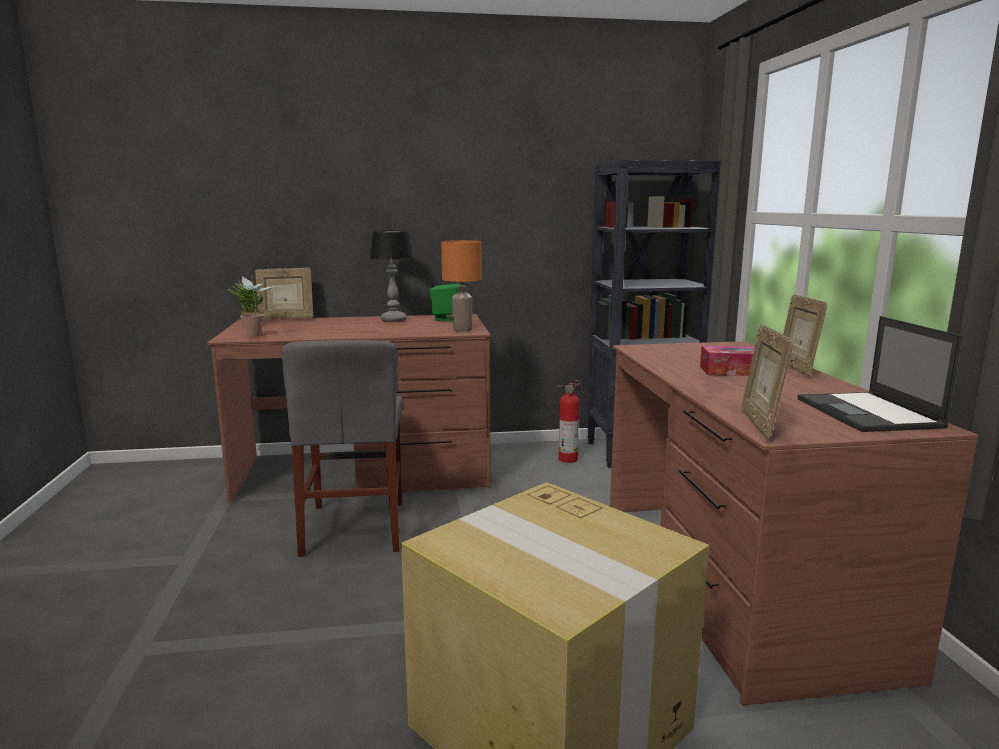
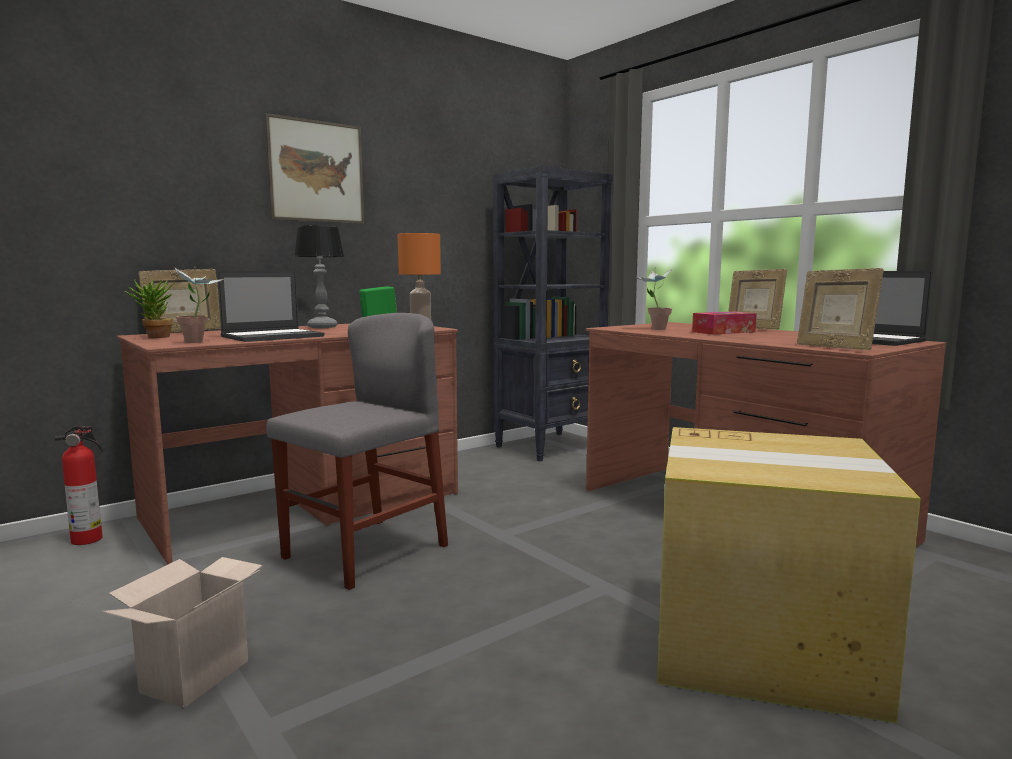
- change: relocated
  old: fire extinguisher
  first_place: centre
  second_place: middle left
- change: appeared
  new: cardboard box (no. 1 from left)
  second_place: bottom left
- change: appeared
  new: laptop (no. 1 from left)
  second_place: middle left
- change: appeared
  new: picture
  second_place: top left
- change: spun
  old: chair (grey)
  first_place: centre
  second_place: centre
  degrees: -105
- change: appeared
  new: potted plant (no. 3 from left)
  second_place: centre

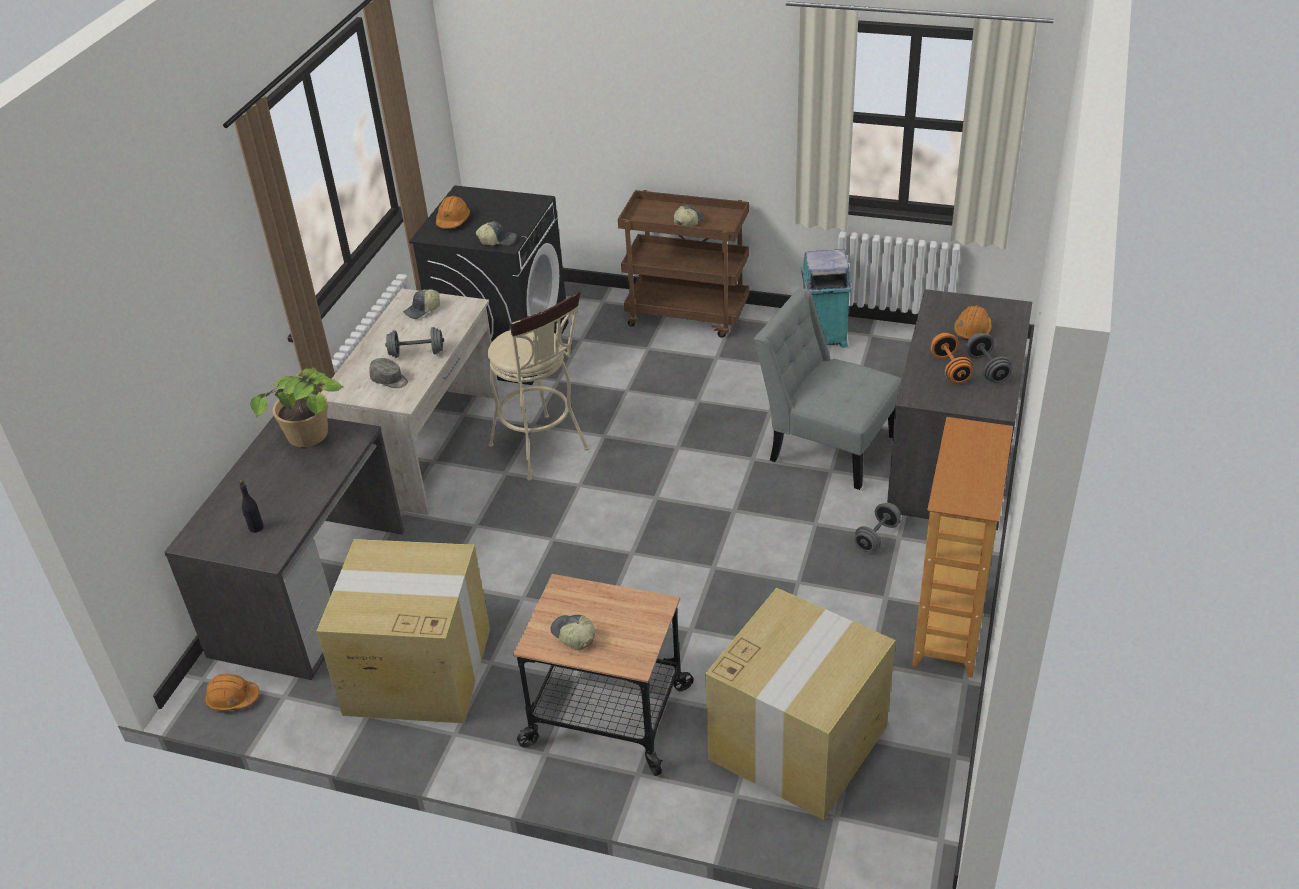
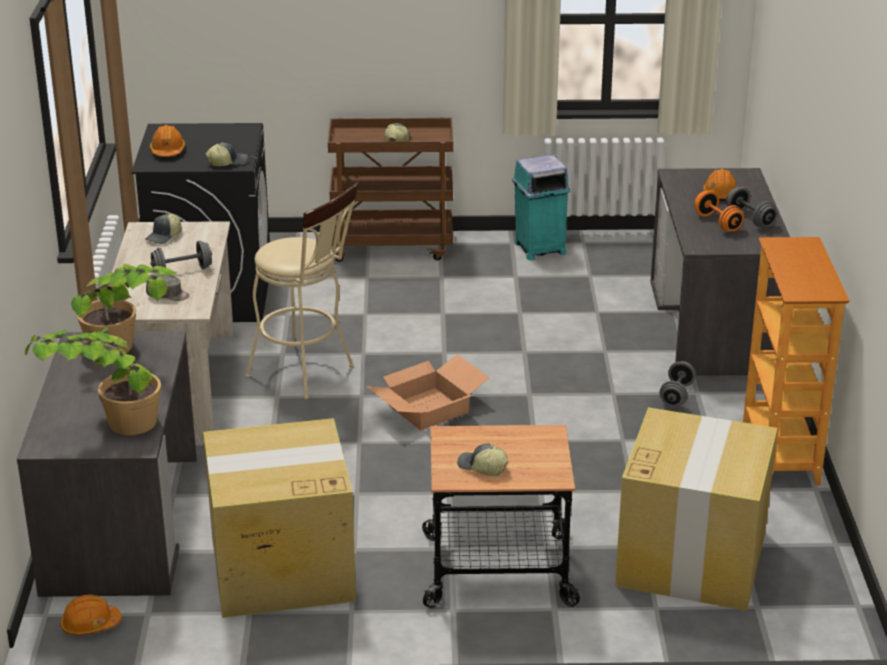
- change: exchanged
  old: bottle (black)
  new: potted plant (no. 1 from left)
  first_place: middle left
  second_place: middle left
- change: appeared
  new: cardboard box (no. 2 from left)
  second_place: centre
- change: missing
  old: chair (grey)
  first_place: centre

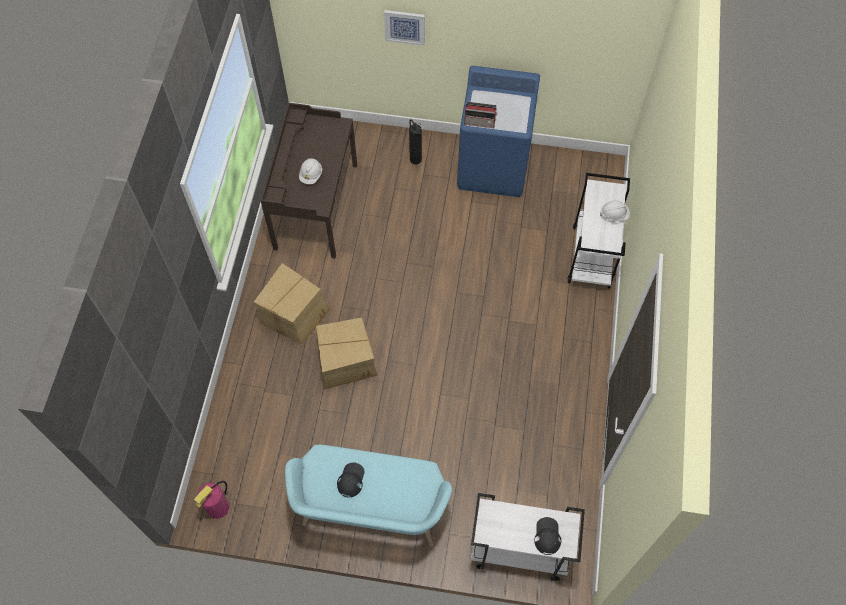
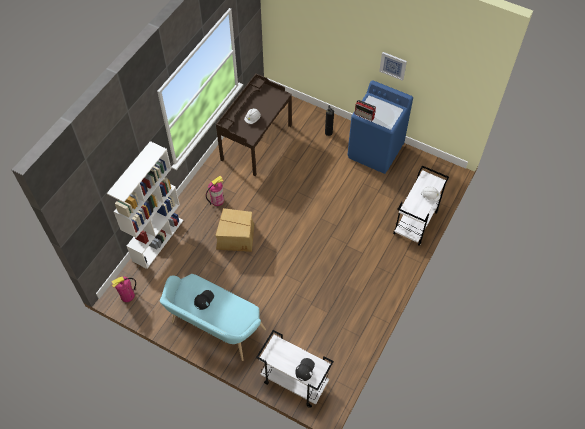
- change: appeared
  new: bookcase (white)
  second_place: middle left
- change: exchanged
  old: cardboard box (no. 1 from left)
  new: fire extinguisher (no. 2 from left)
  first_place: centre
  second_place: centre
- change: relocated
  old: picture
  first_place: top centre
  second_place: top right

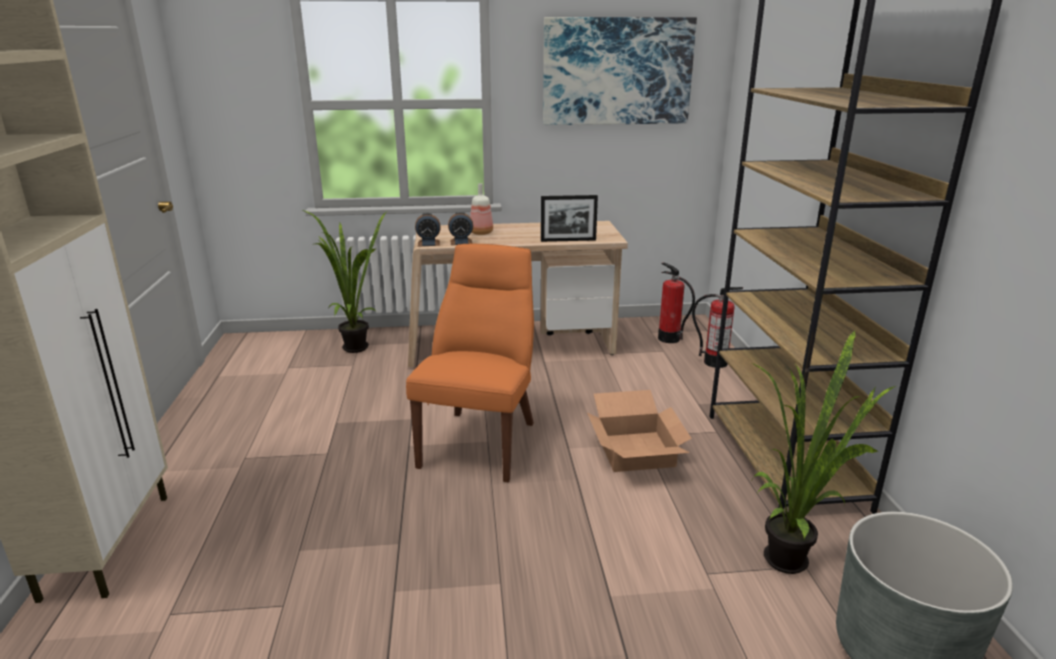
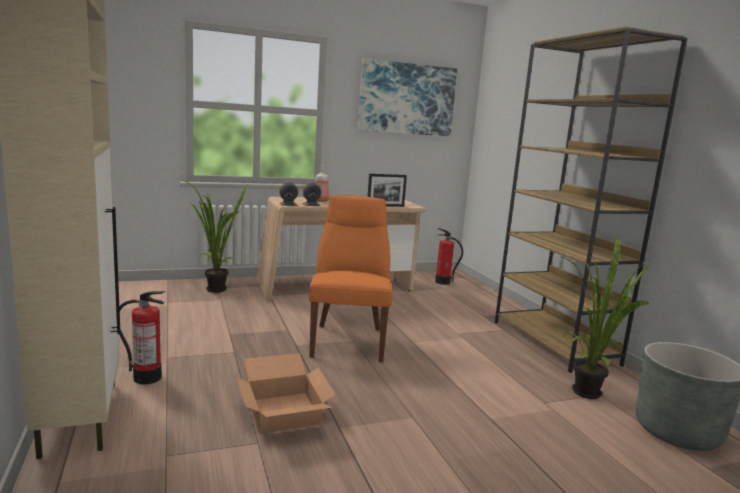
- change: relocated
  old: fire extinguisher (no. 2 from left in the first image)
  new: fire extinguisher (no. 1 from left)
  first_place: middle right
  second_place: bottom left
- change: relocated
  old: cardboard box
  first_place: centre
  second_place: bottom centre

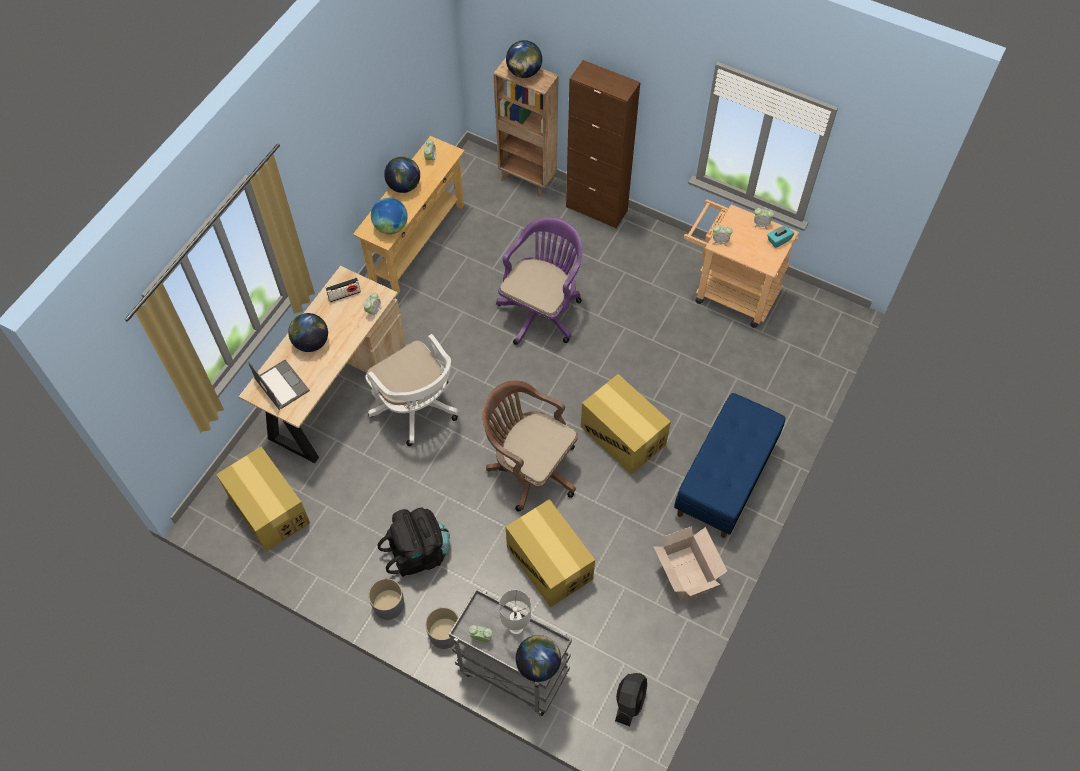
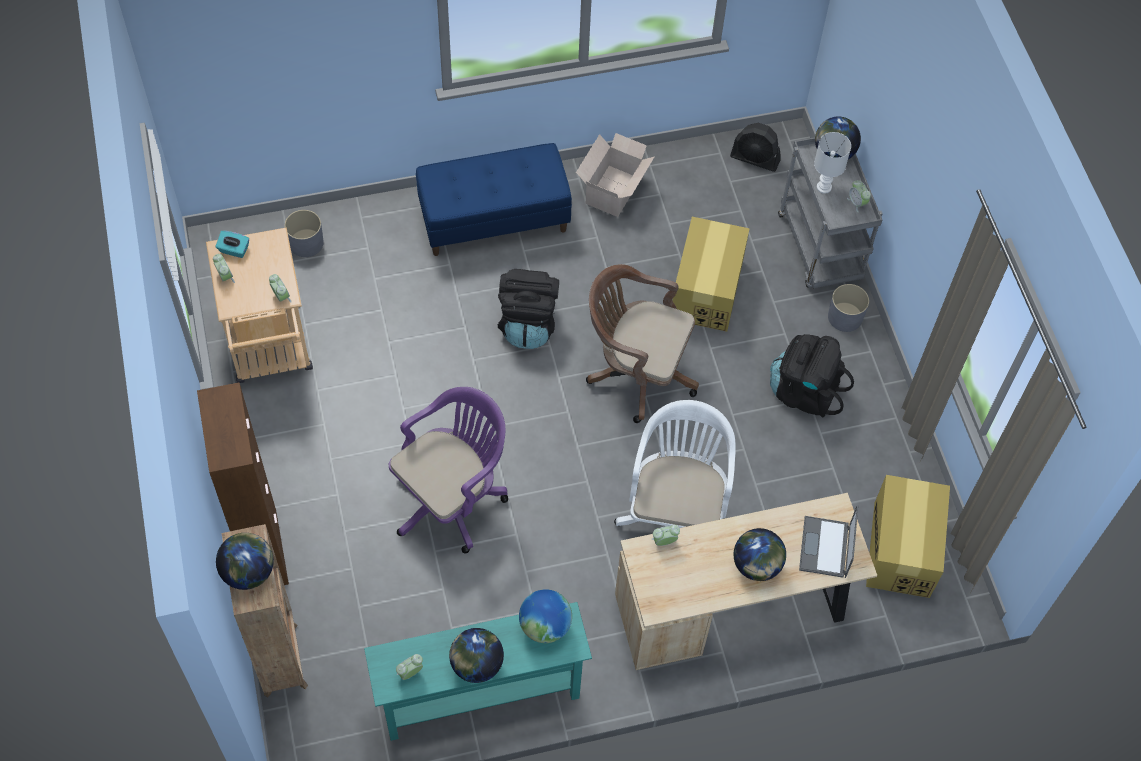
- change: relocated
  old: planter (grey) (no. 1 from left)
  first_place: bottom centre
  second_place: top left
- change: colour
  old: console table (beige)
  new: console table (turquoise)
  first_place: top centre
  second_place: bottom centre
- change: spun
  old: office chair (purple)
  first_place: centre
  second_place: centre
  degrees: 150
- change: exchanged
  old: cardboard box (no. 3 from left)
  new: backpack (black) (no. 1 from left)
  first_place: centre
  second_place: centre
- change: spun
  old: office chair (brown)
  first_place: centre
  second_place: centre
  degrees: 120
- change: spun
  old: fan (black)
  first_place: bottom centre
  second_place: top centre
  degrees: -135
- change: missing
  old: radio
  first_place: middle left

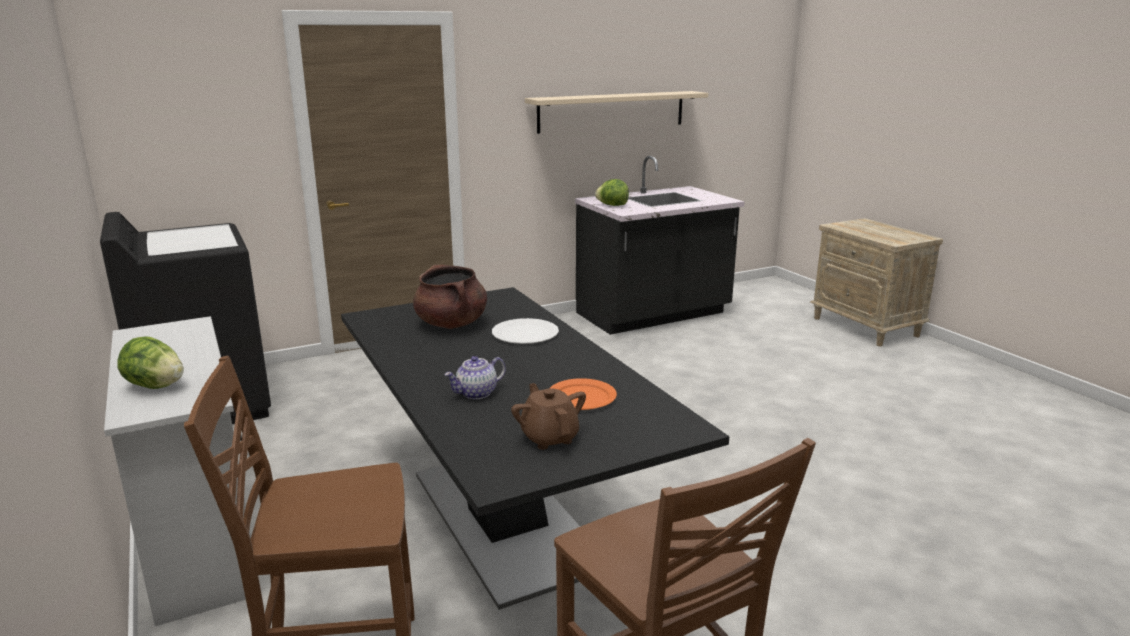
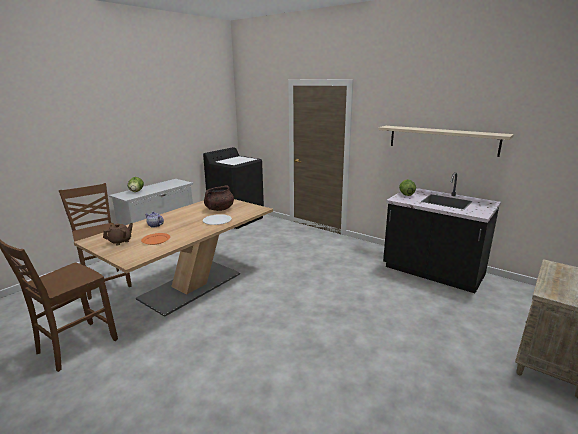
- change: colour
  old: dining table (black)
  new: dining table (beige)
  first_place: bottom centre
  second_place: middle left

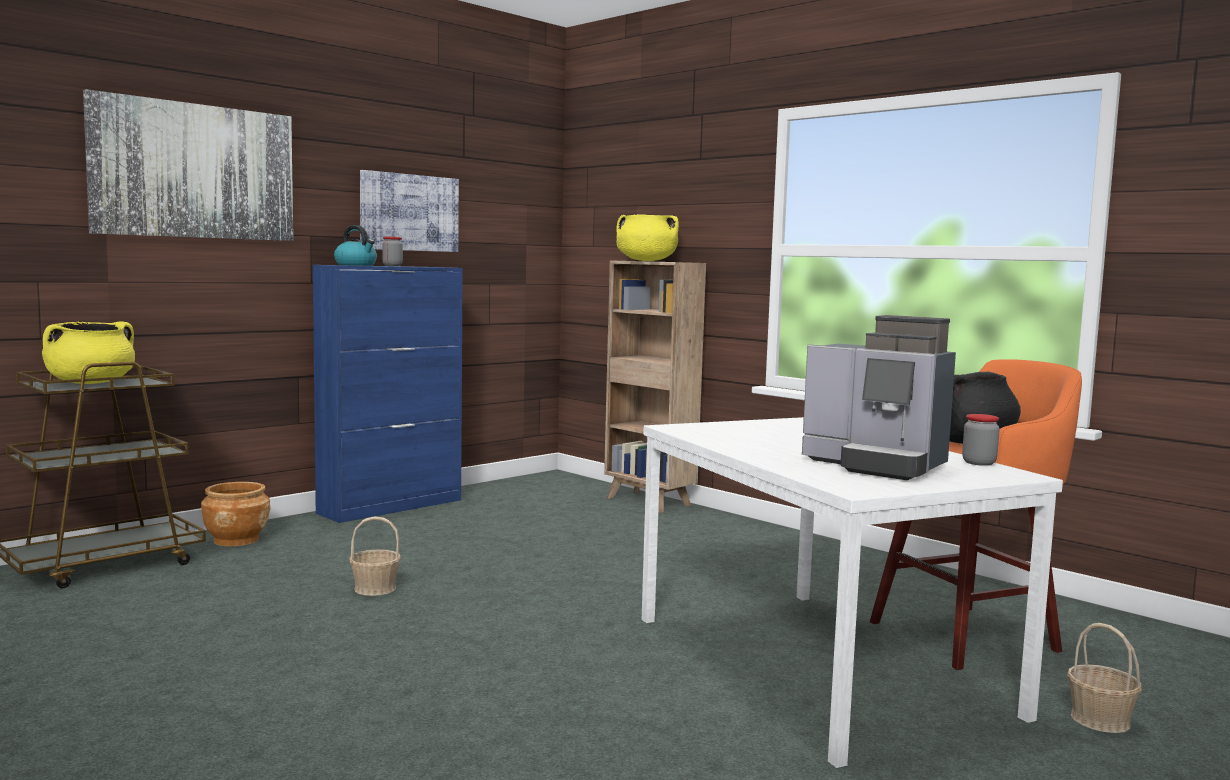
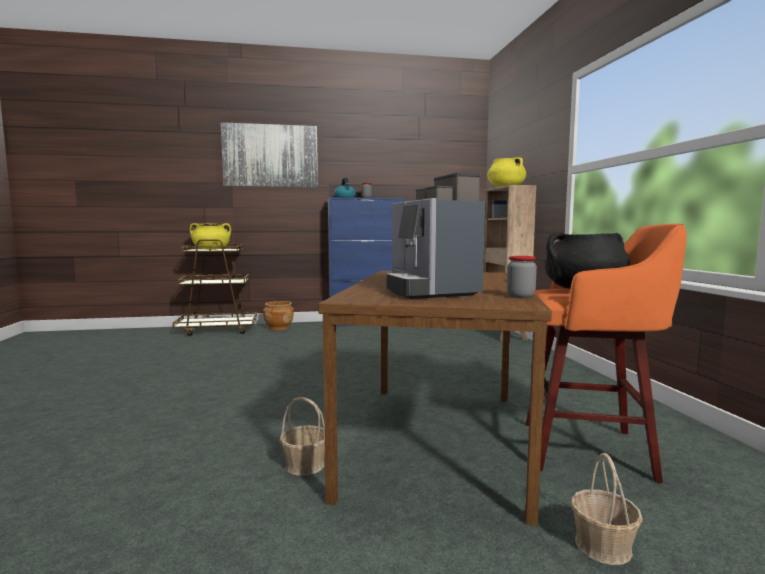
- change: relocated
  old: basket (no. 1 from left)
  first_place: bottom left
  second_place: bottom centre
- change: colour
  old: dining table (white)
  new: dining table (brown)
  first_place: bottom right
  second_place: bottom centre
- change: missing
  old: picture (no. 2 from left)
  first_place: top left

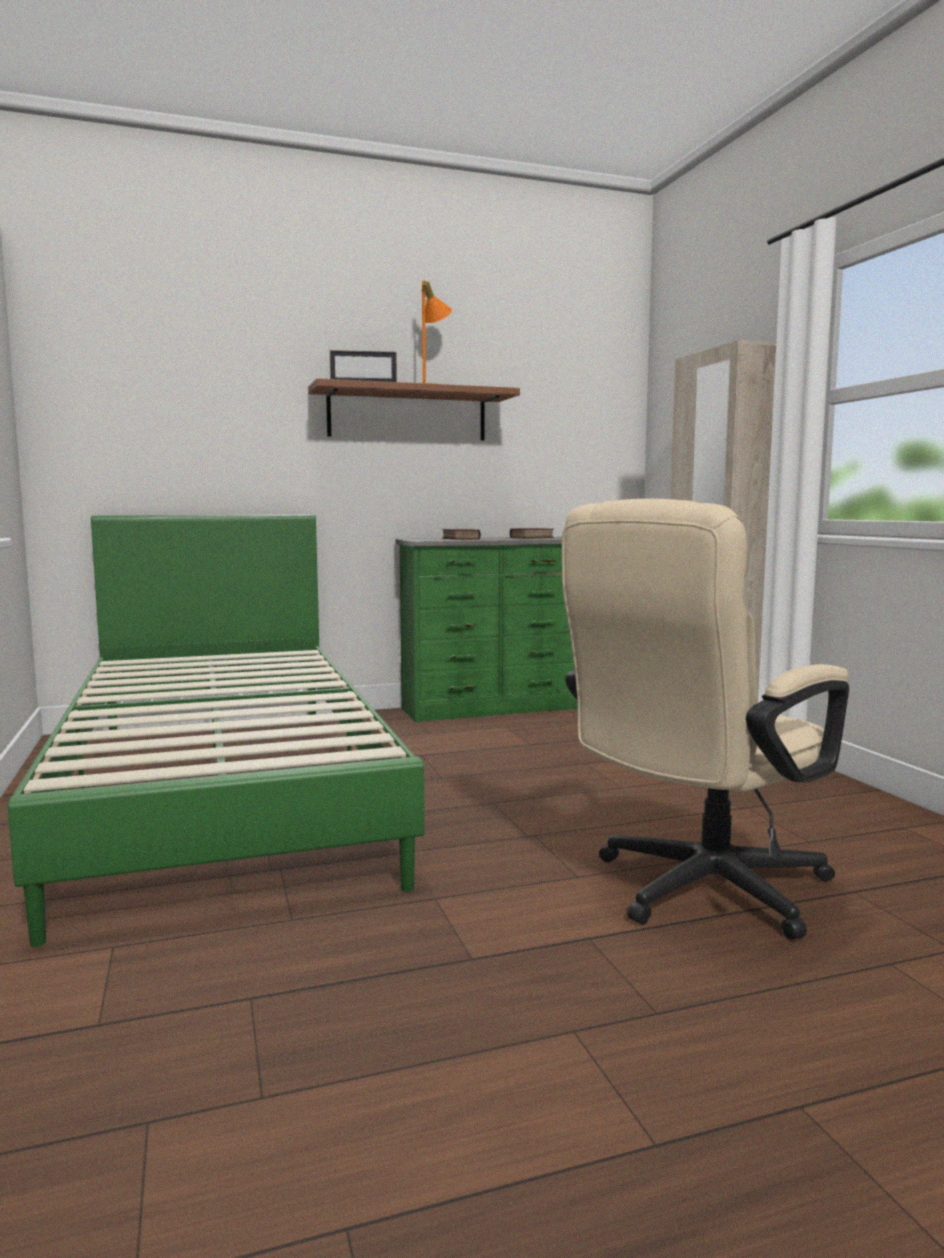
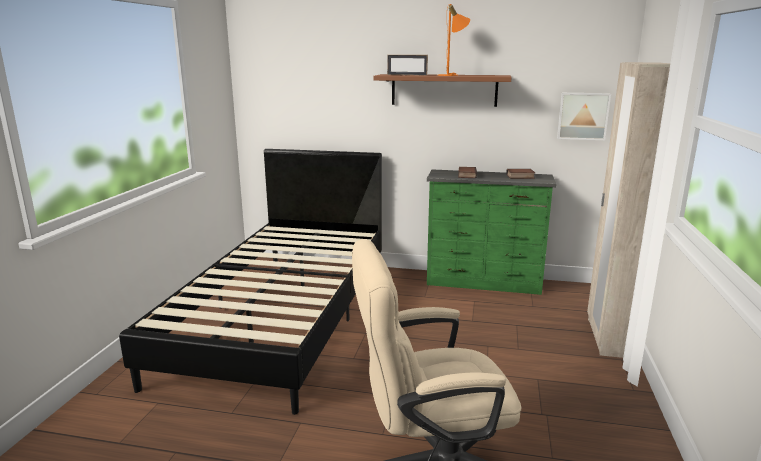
- change: colour
  old: bed (green)
  new: bed (black)
  first_place: middle left
  second_place: middle left
- change: appeared
  new: picture
  second_place: top right

